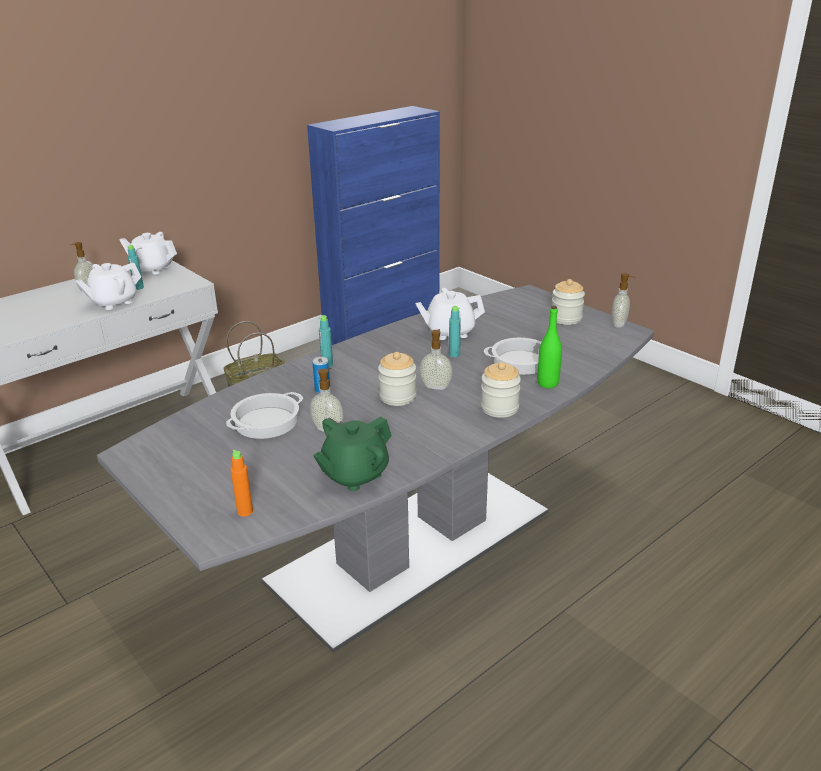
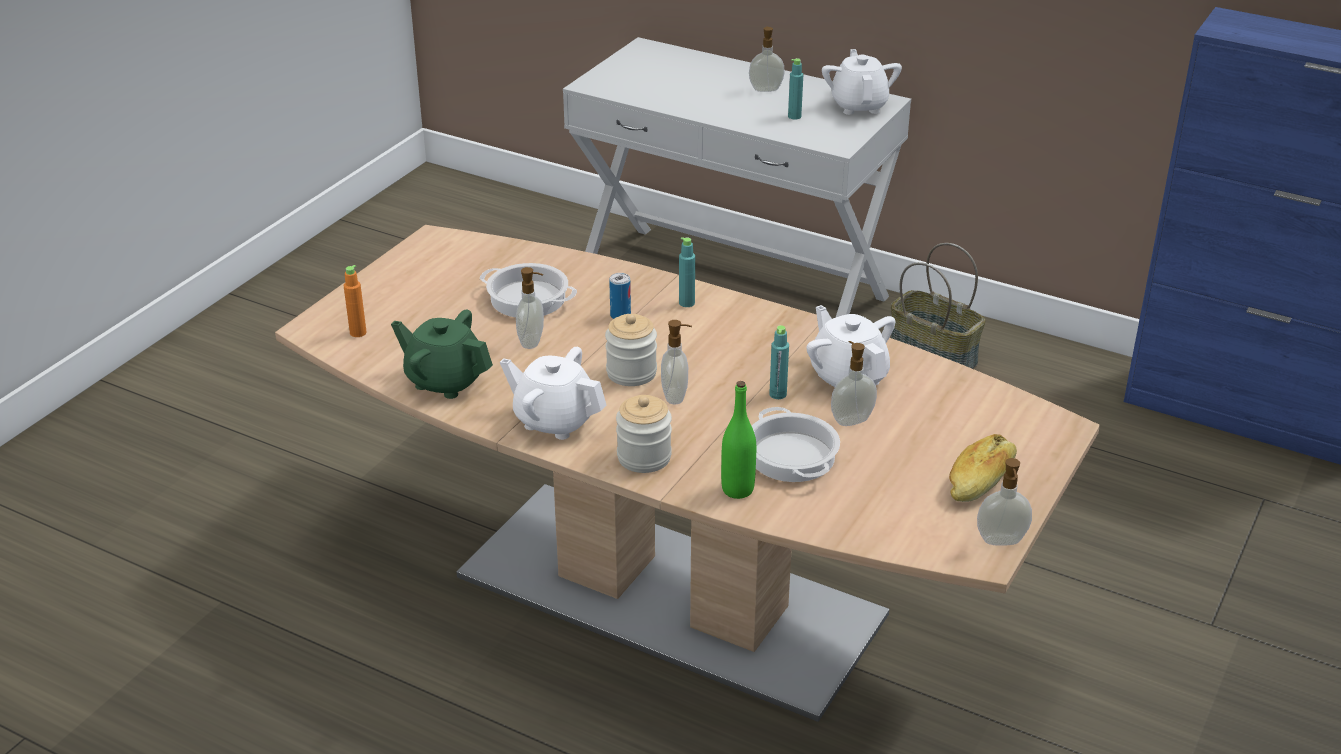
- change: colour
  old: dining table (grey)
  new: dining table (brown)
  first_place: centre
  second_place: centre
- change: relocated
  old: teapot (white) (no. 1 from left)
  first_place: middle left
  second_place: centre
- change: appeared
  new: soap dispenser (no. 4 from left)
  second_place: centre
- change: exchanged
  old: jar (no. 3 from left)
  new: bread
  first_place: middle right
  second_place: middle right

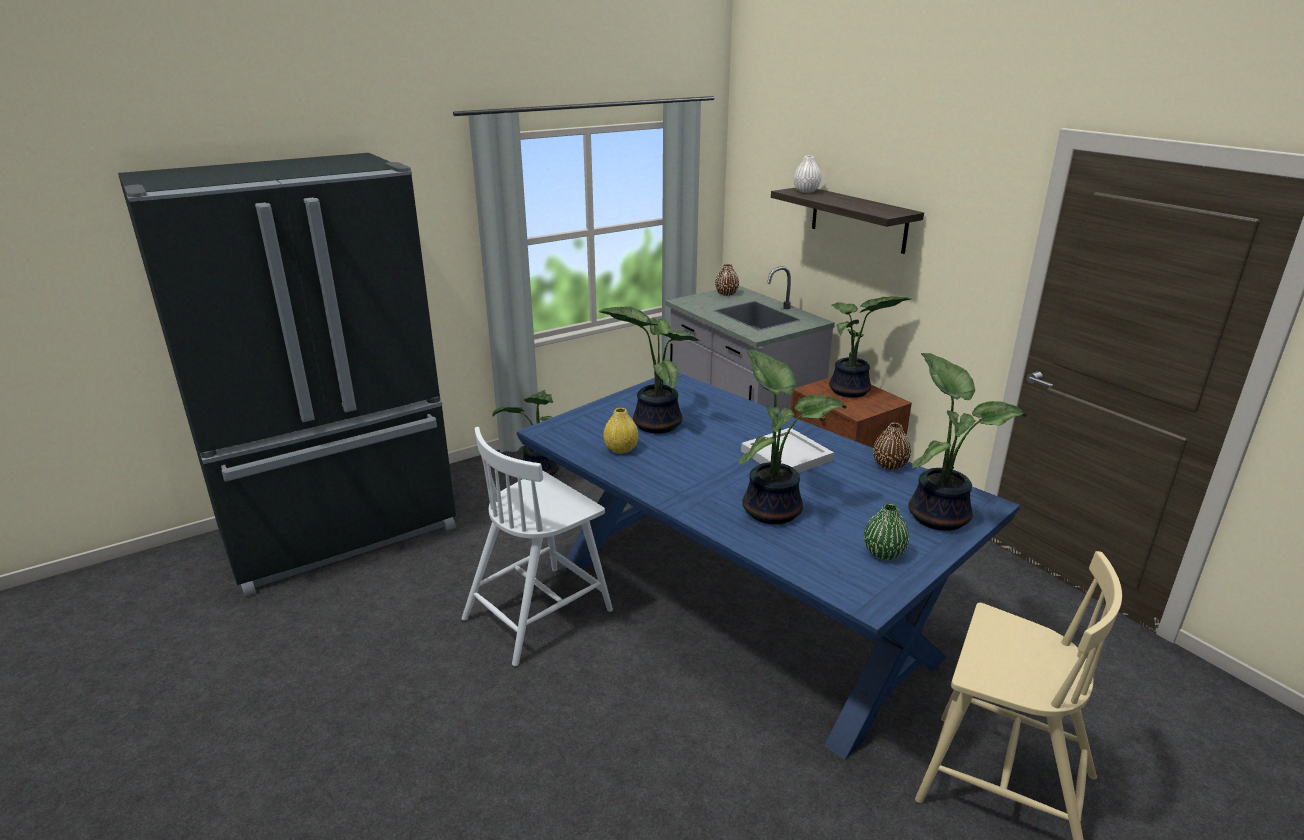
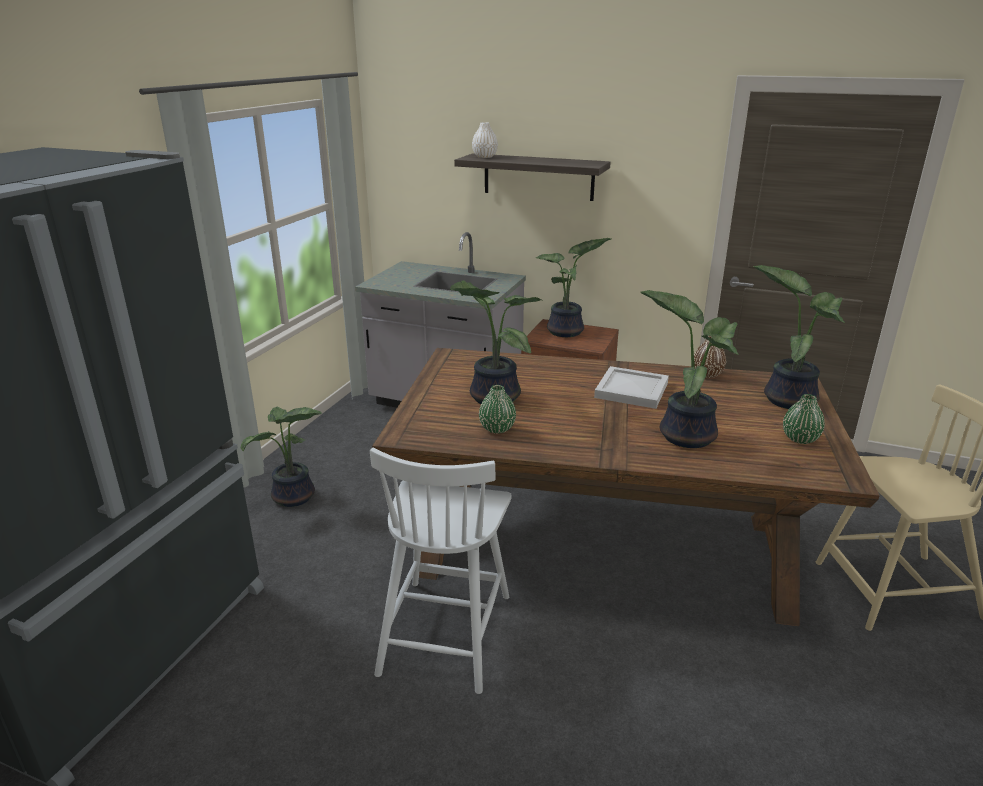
- change: colour
  old: dining table (blue)
  new: dining table (brown)
  first_place: bottom centre
  second_place: centre
- change: colour
  old: vase (yellow)
  new: vase (green) (no. 1 from left)
  first_place: centre
  second_place: centre
- change: missing
  old: vase (brown) (no. 1 from left)
  first_place: centre

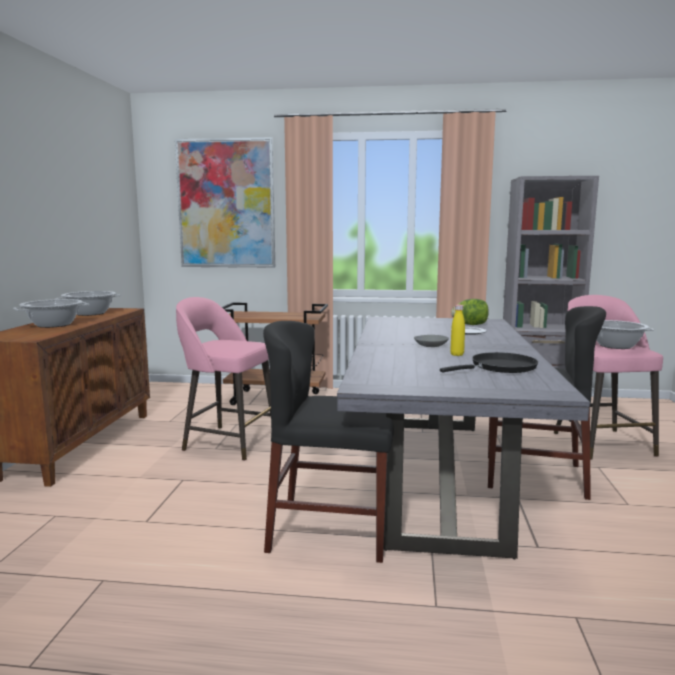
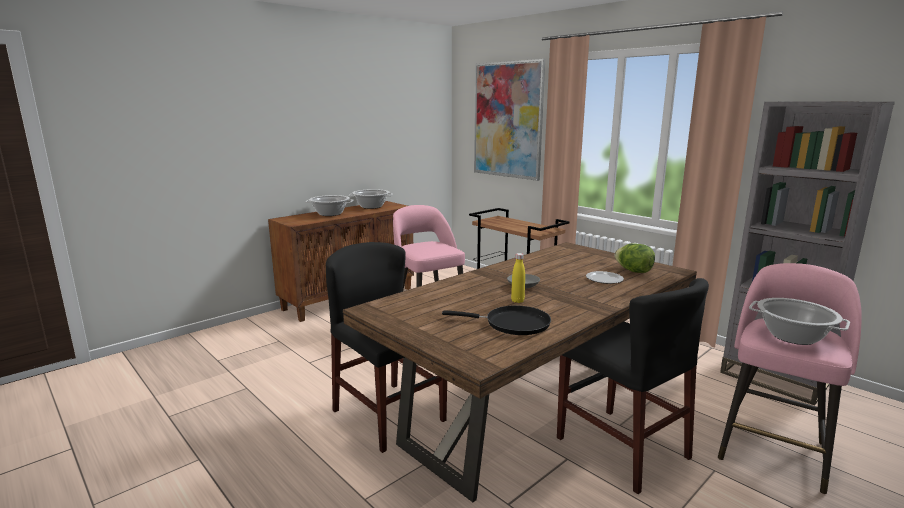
- change: colour
  old: dining table (grey)
  new: dining table (brown)
  first_place: middle right
  second_place: bottom centre

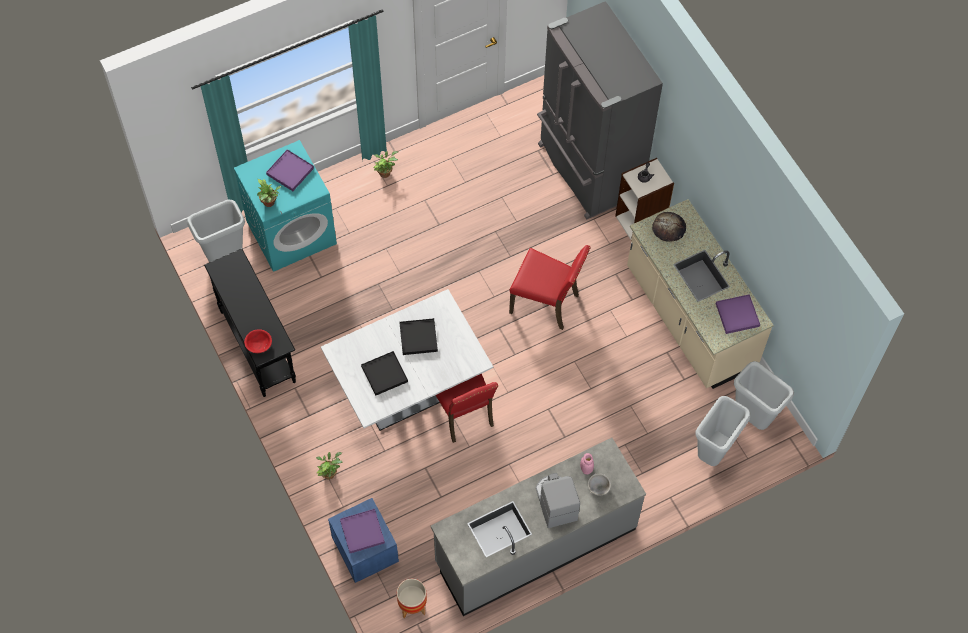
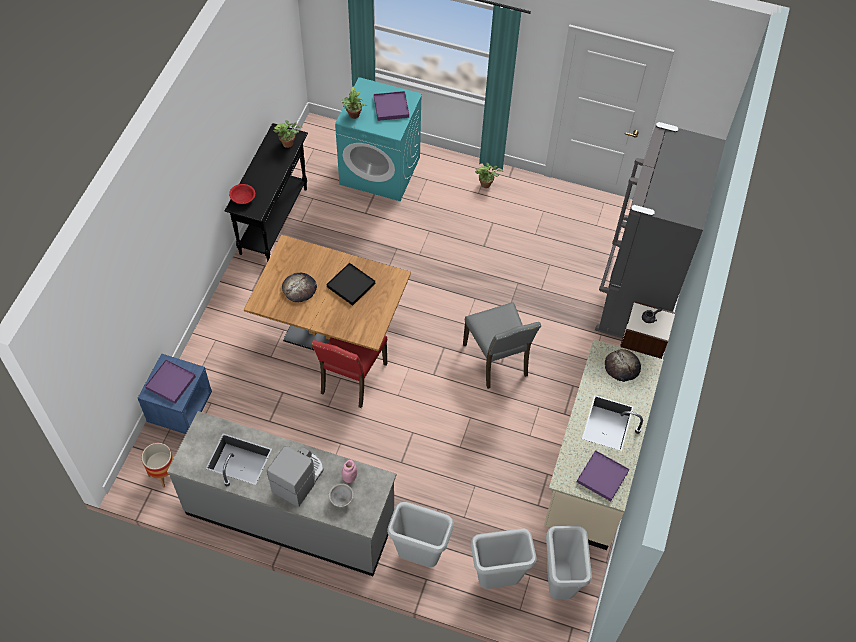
- change: colour
  old: dining table (white)
  new: dining table (brown)
  first_place: centre
  second_place: centre
- change: relocated
  old: potted plant (no. 2 from left in the first image)
  new: potted plant (no. 1 from left)
  first_place: bottom centre
  second_place: top centre
- change: exchanged
  old: tray (black) (no. 1 from left)
  new: bread (no. 1 from left)
  first_place: centre
  second_place: centre
- change: relocated
  old: trash can (grey) (no. 1 from left)
  first_place: middle left
  second_place: bottom centre
- change: colour
  old: chair (red) (no. 2 from left)
  new: chair (grey)
  first_place: centre
  second_place: centre

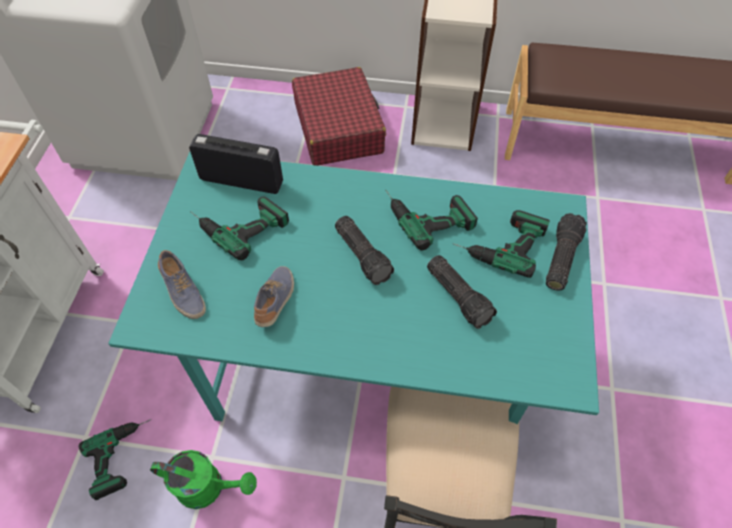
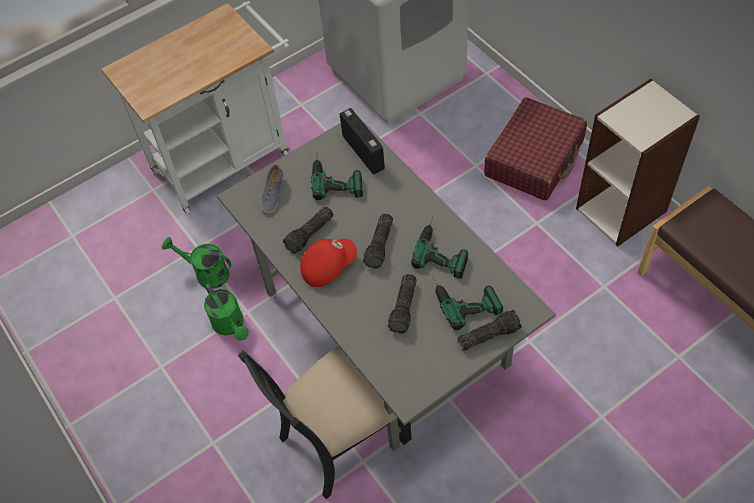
- change: exchanged
  old: power drill (no. 1 from left)
  new: watering can (green) (no. 1 from left)
  first_place: bottom left
  second_place: middle left
- change: colour
  old: dining table (turquoise)
  new: dining table (grey)
  first_place: centre
  second_place: centre
- change: exchanged
  old: shoe (no. 2 from left)
  new: flashlight (no. 1 from left)
  first_place: centre
  second_place: centre
- change: appeared
  new: cap (red)
  second_place: centre

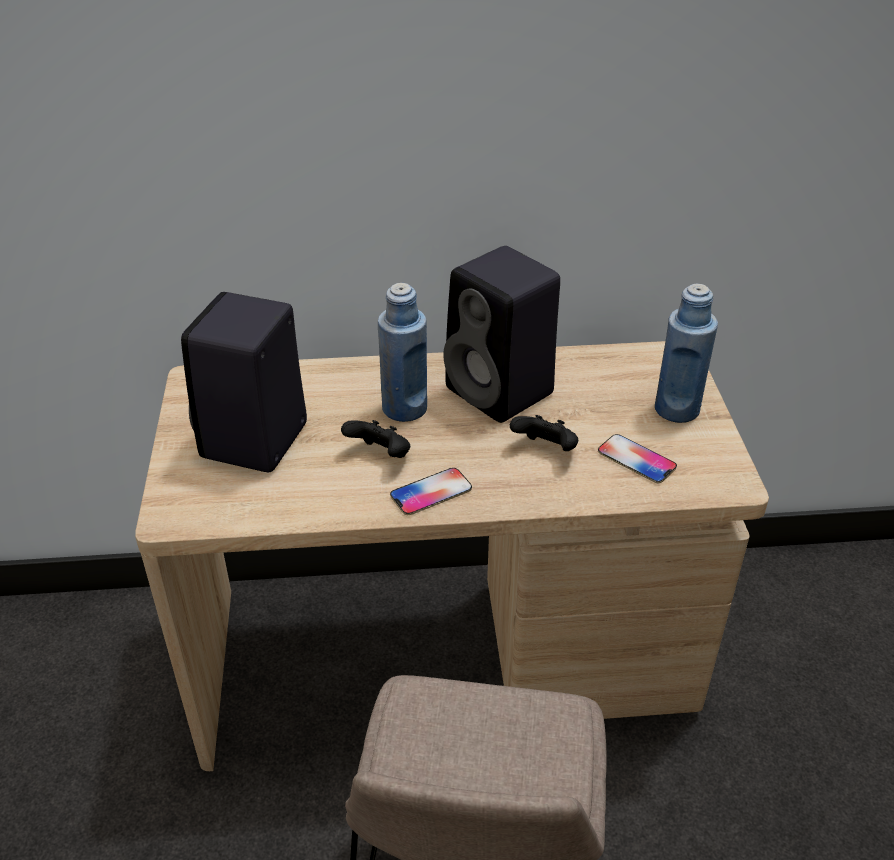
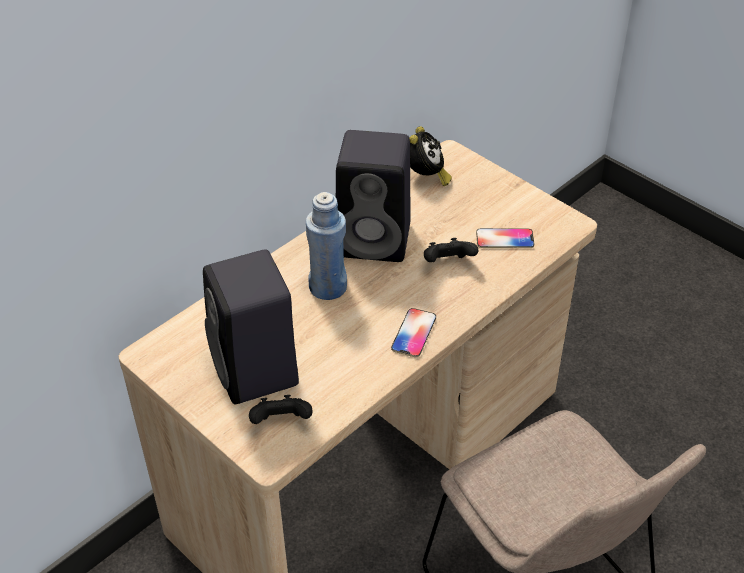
- change: relocated
  old: game controller (black) (no. 1 from left)
  first_place: centre
  second_place: bottom centre
- change: appeared
  new: alarm clock
  second_place: top centre
- change: missing
  old: bottle (blue) (no. 2 from left)
  first_place: middle right

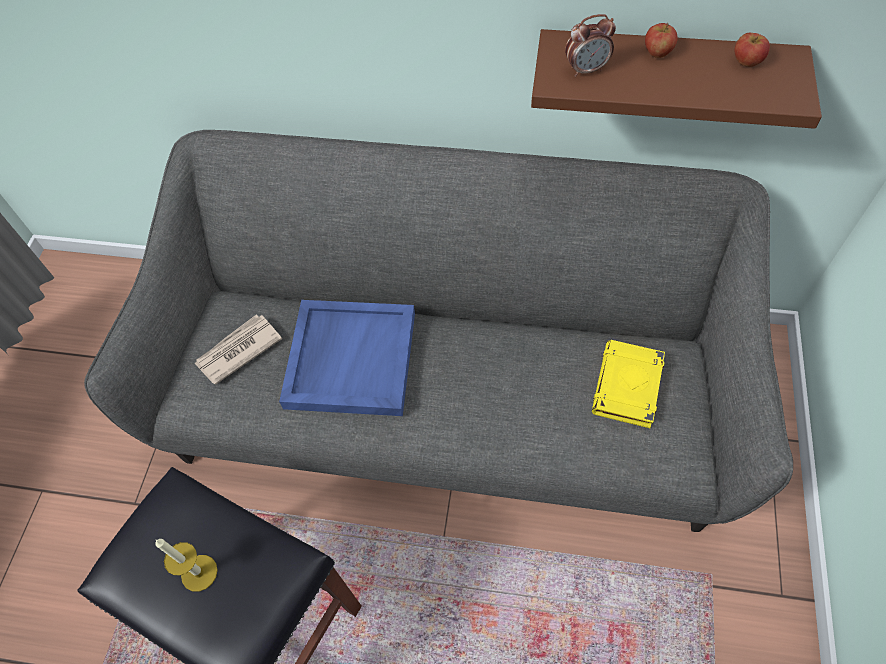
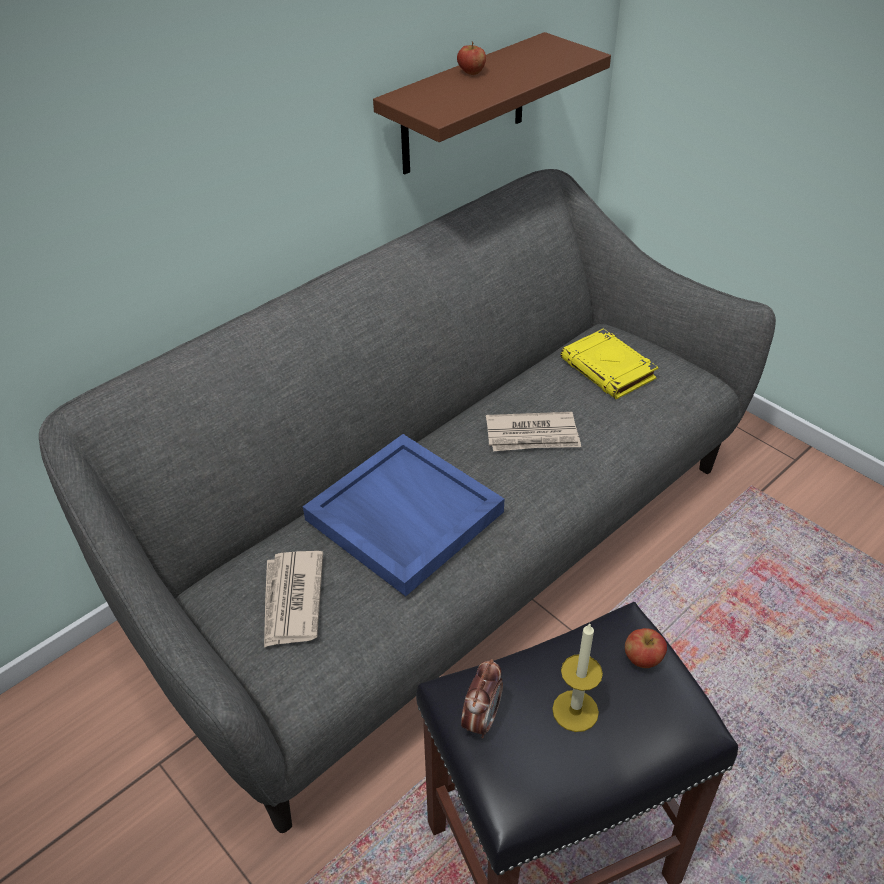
- change: relocated
  old: alarm clock
  first_place: top centre
  second_place: bottom centre
- change: appeared
  new: newspaper (no. 2 from left)
  second_place: centre
- change: relocated
  old: apple (no. 2 from left)
  first_place: top right
  second_place: bottom right

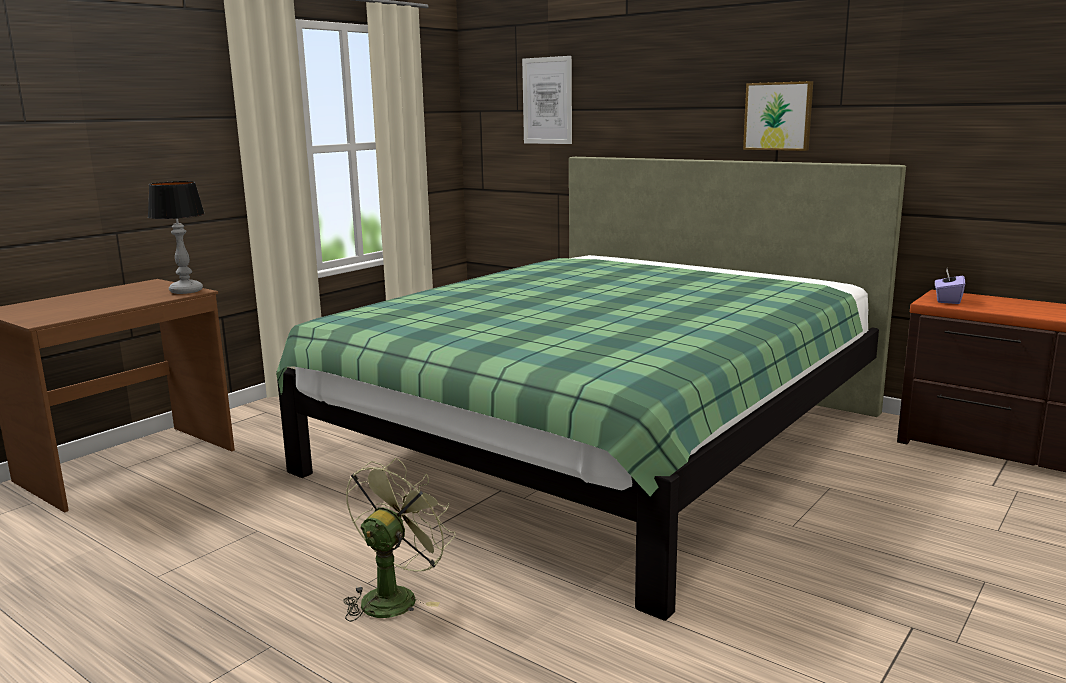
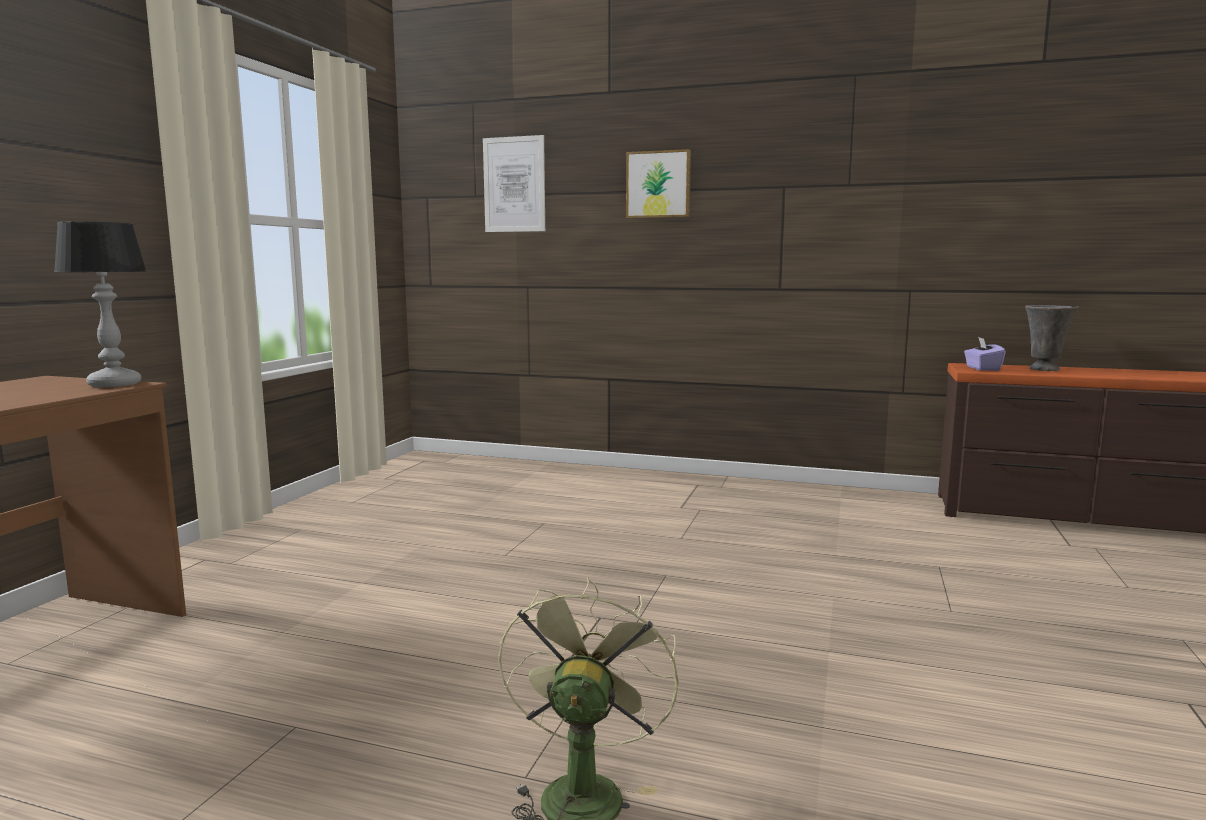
- change: relocated
  old: picture (no. 2 from left)
  first_place: top right
  second_place: top centre
- change: appeared
  new: vase (grey)
  second_place: middle right
- change: missing
  old: bed (green)
  first_place: centre

